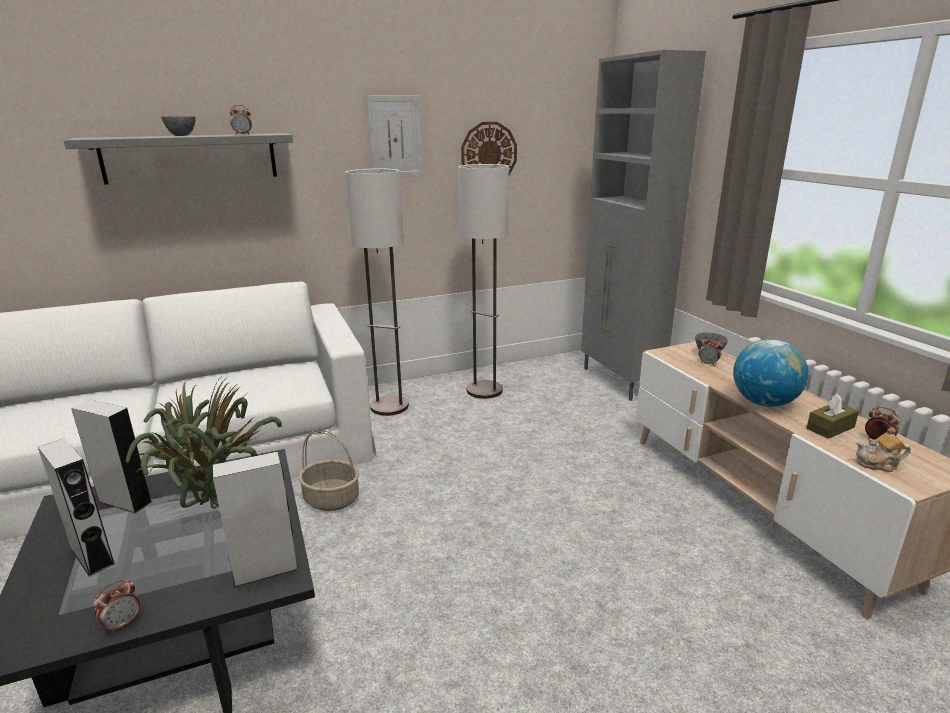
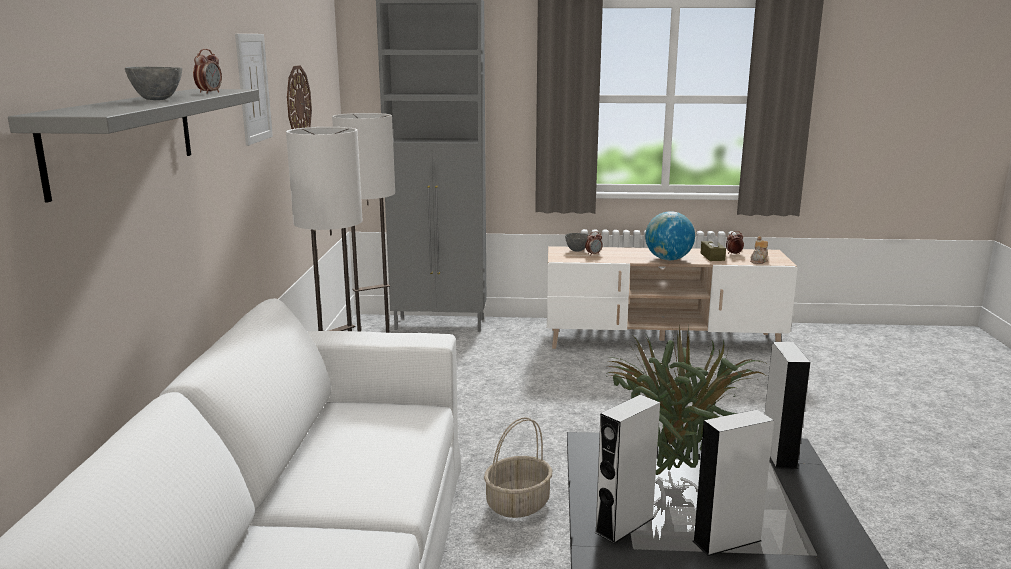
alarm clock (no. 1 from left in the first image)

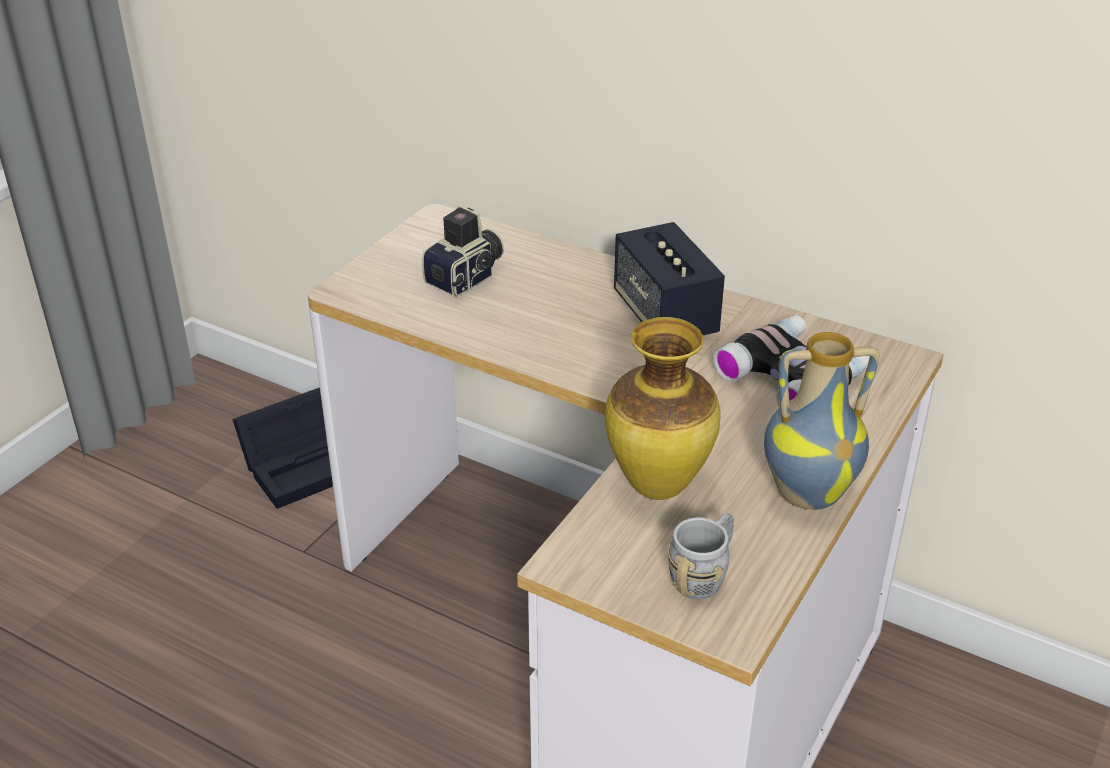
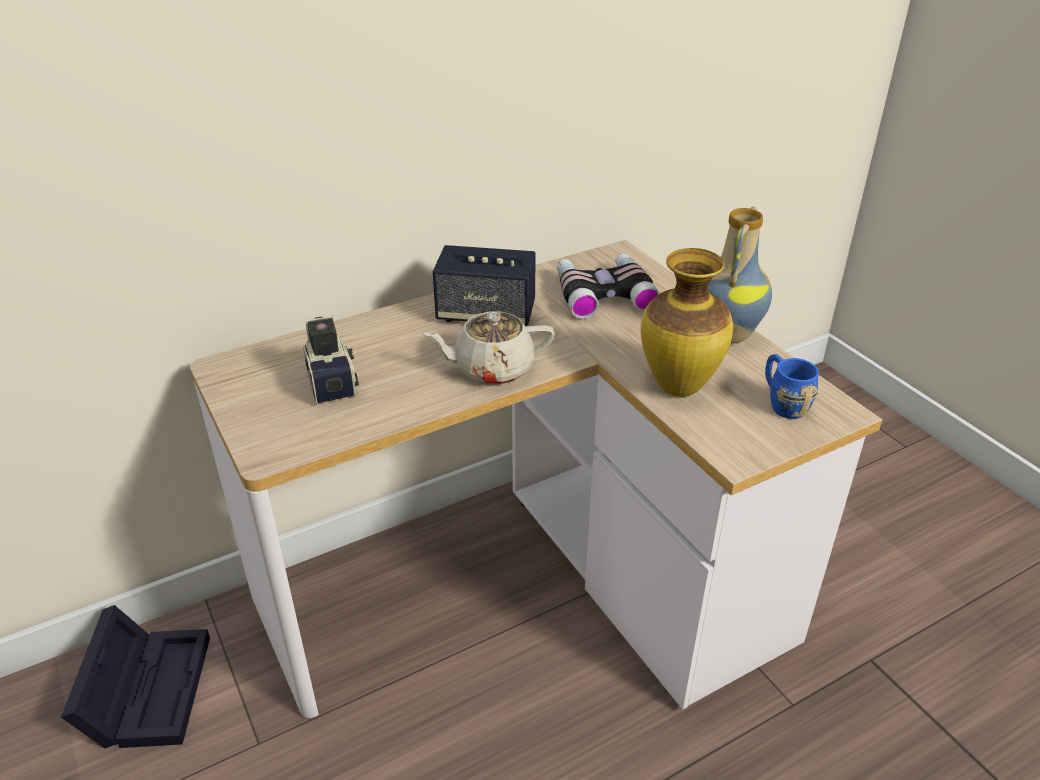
mug in blue
teapot in beige

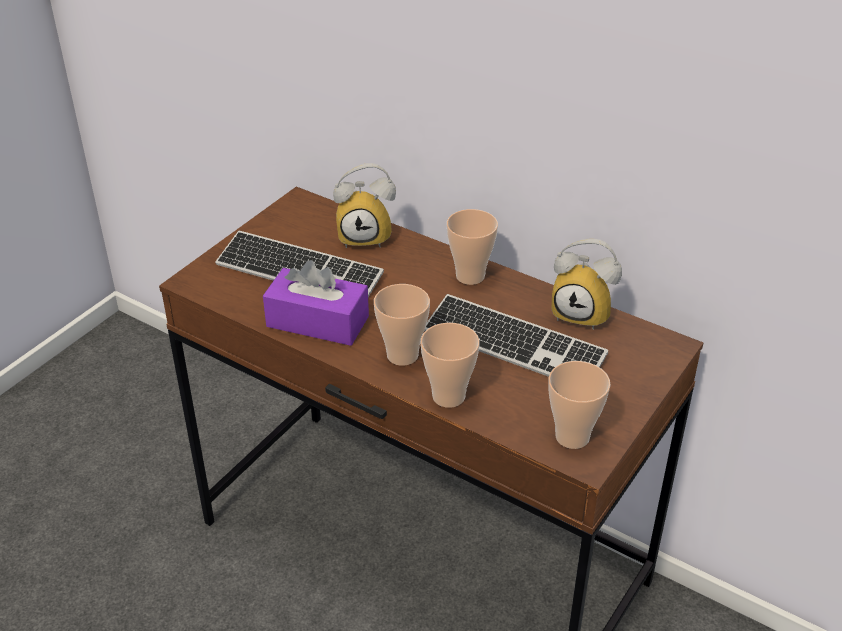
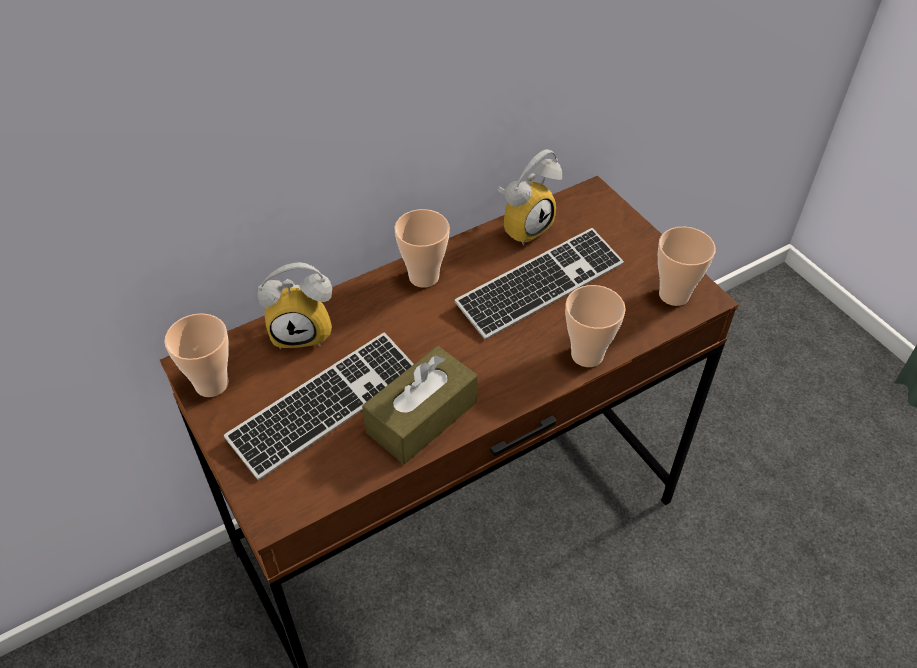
tissue box in brown
alarm clock (no. 1 from left)
cup (no. 1 from left)

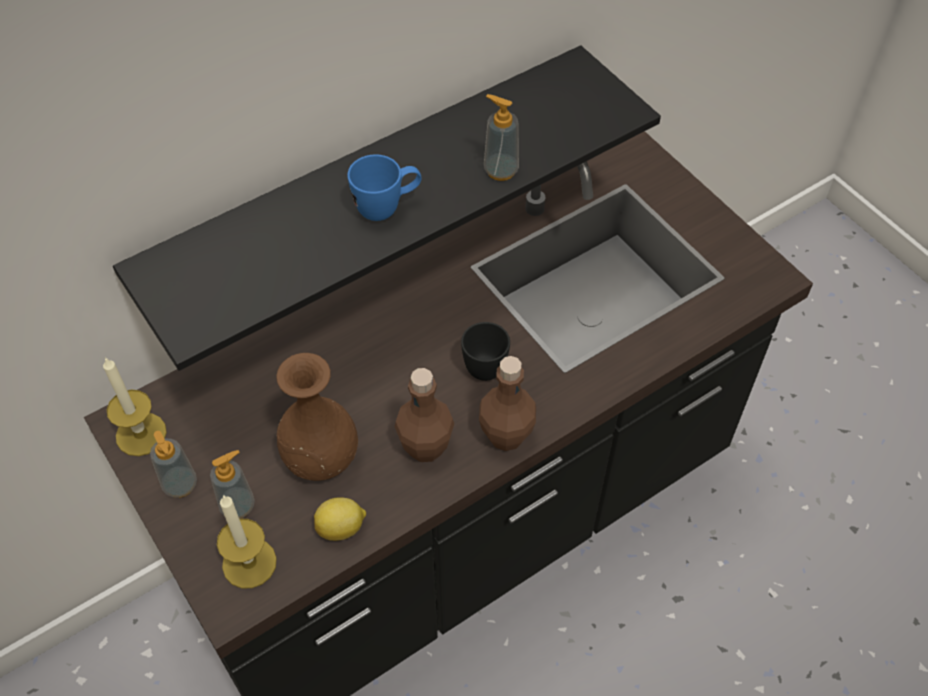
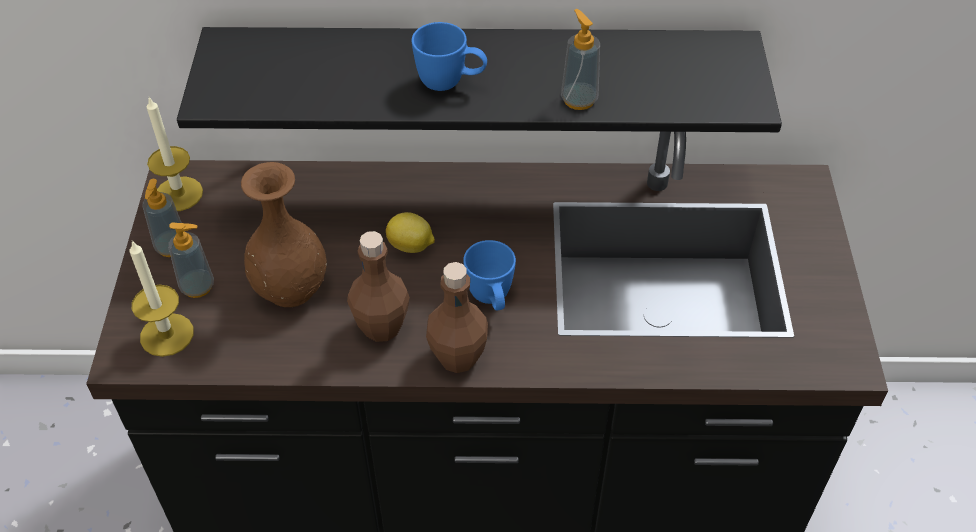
lemon
mug in blue (no. 2 from left)

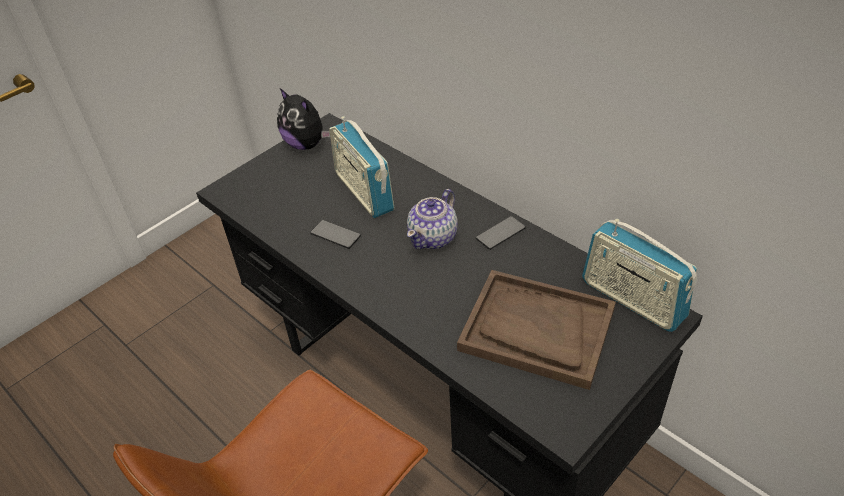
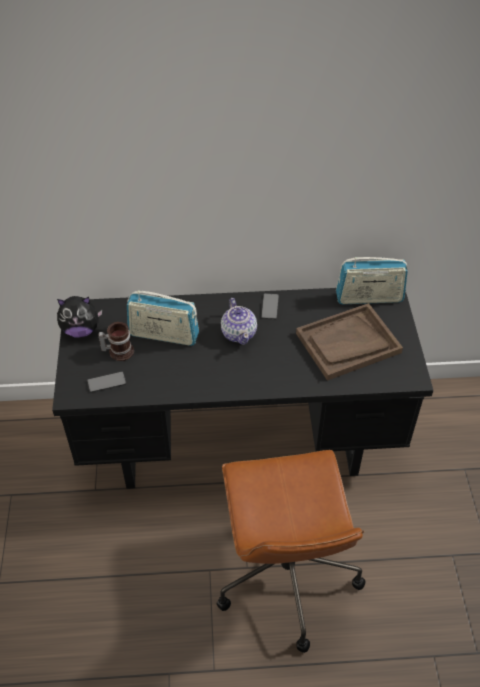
phone (no. 1 from left)
mug

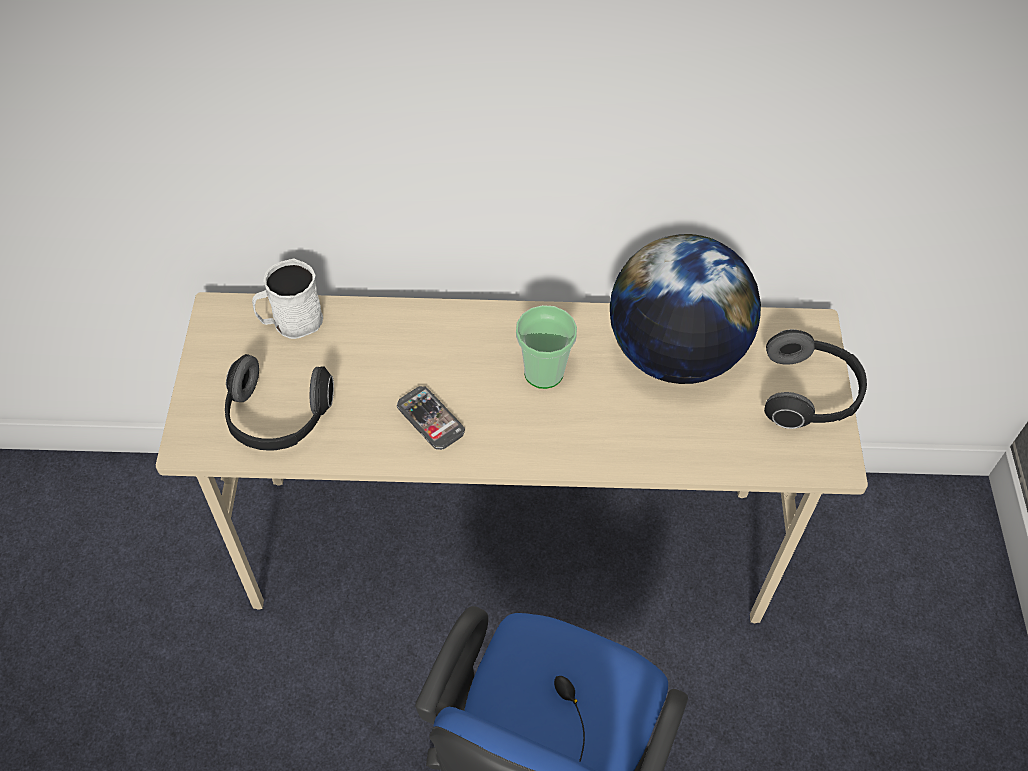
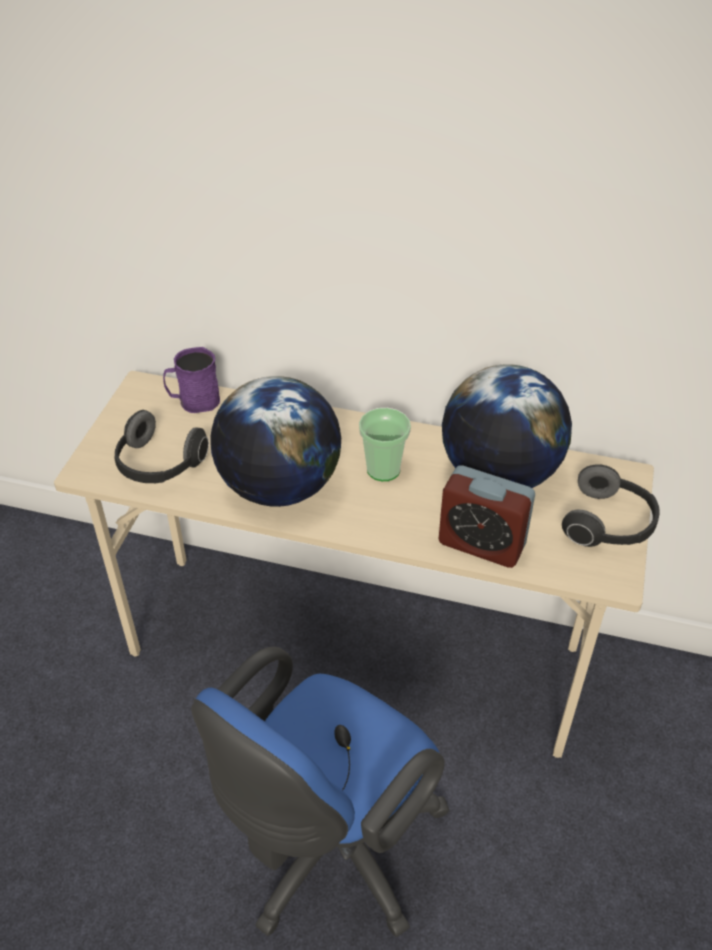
mug in purple
globe (no. 1 from left)
alarm clock

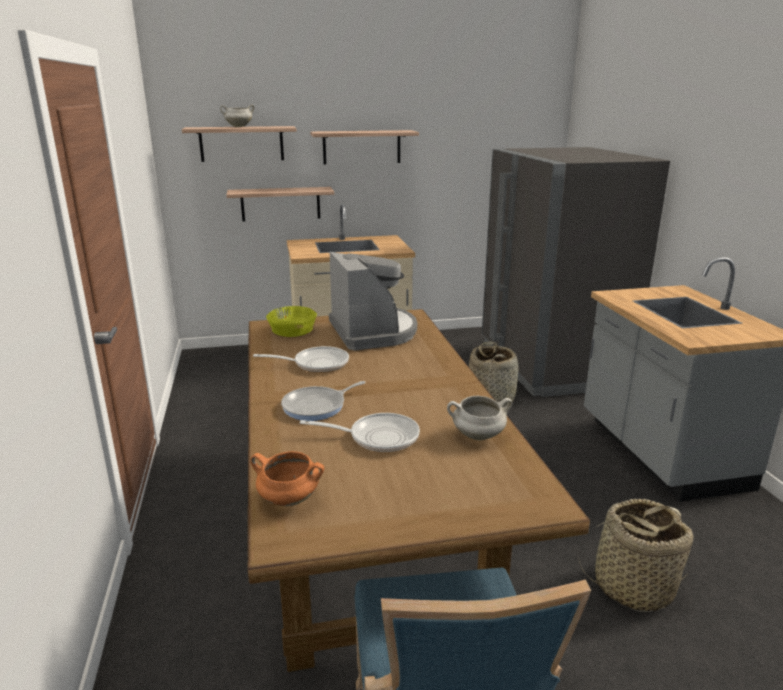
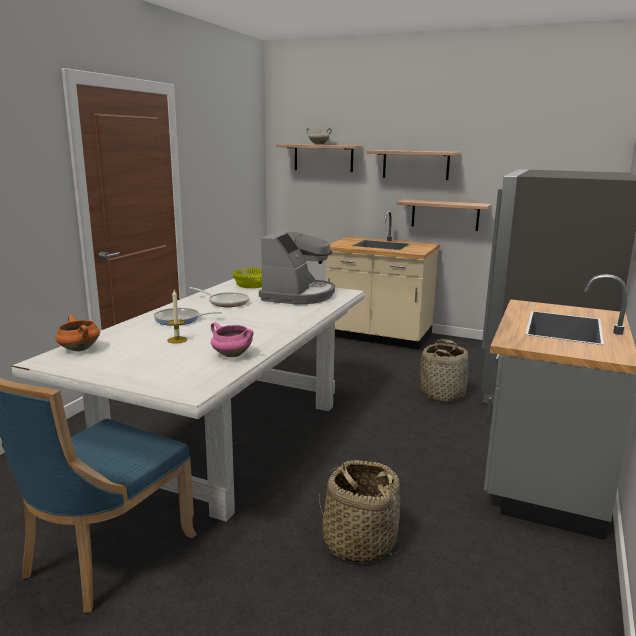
shelf (no. 3 from left)
dining table in white
candle
cooking pot in pink

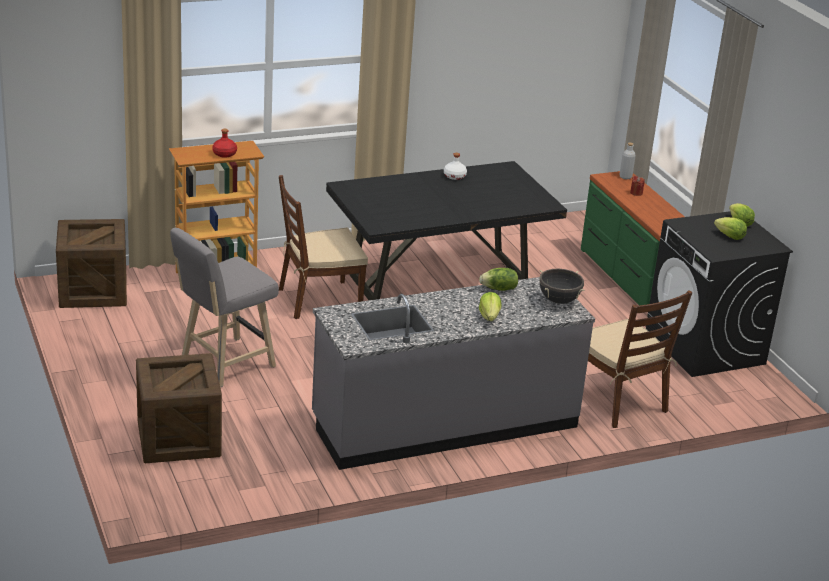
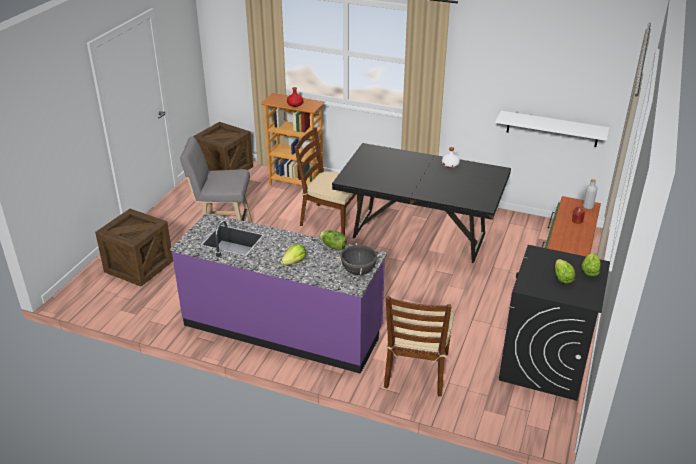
counter in purple
shelf in white

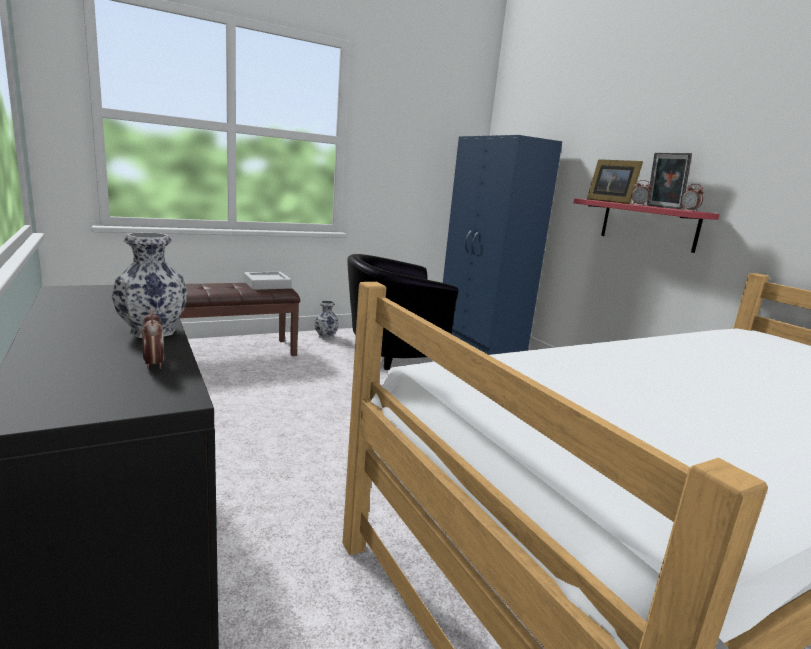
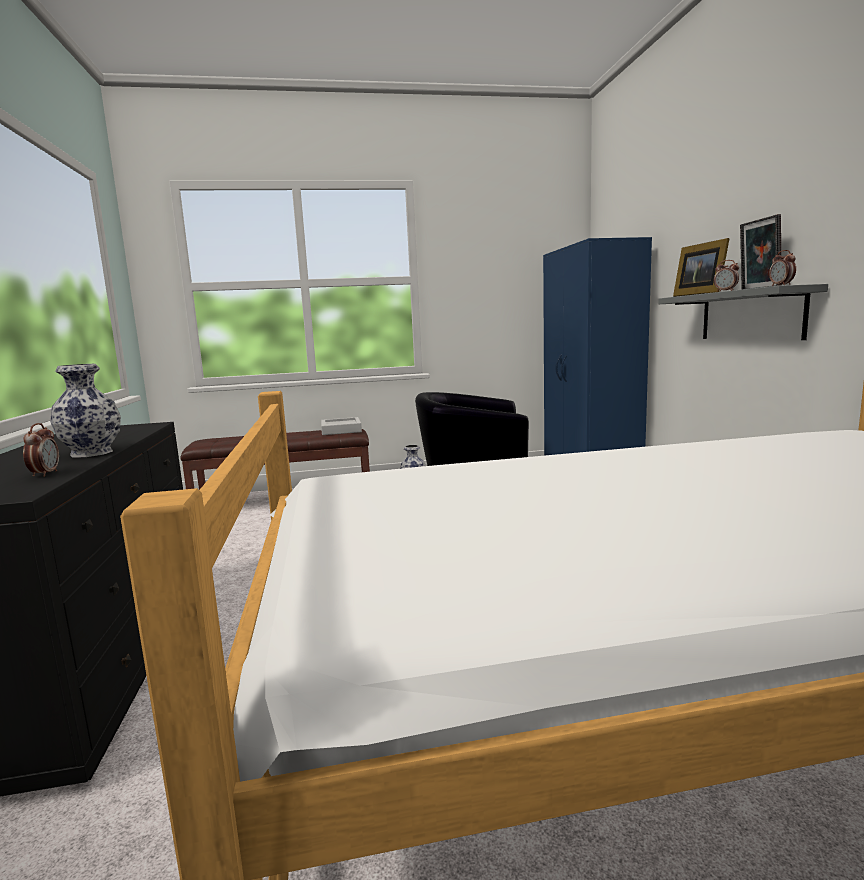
shelf in grey

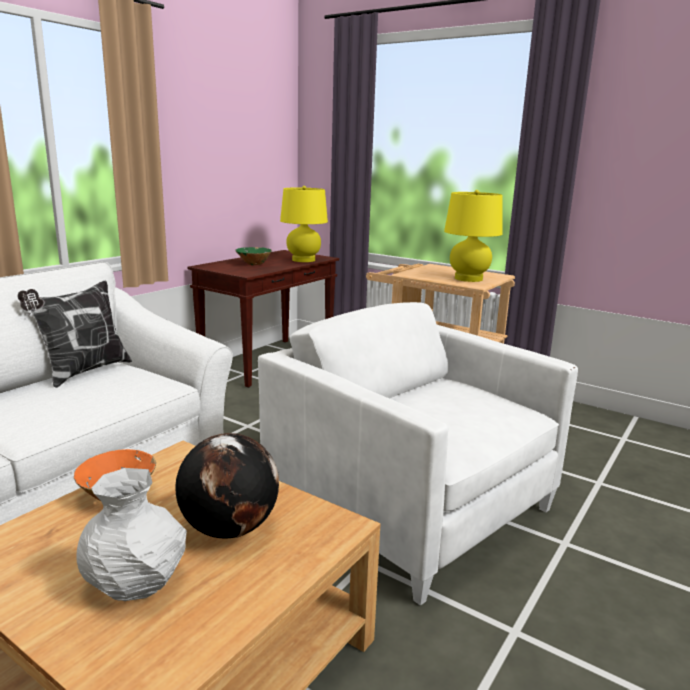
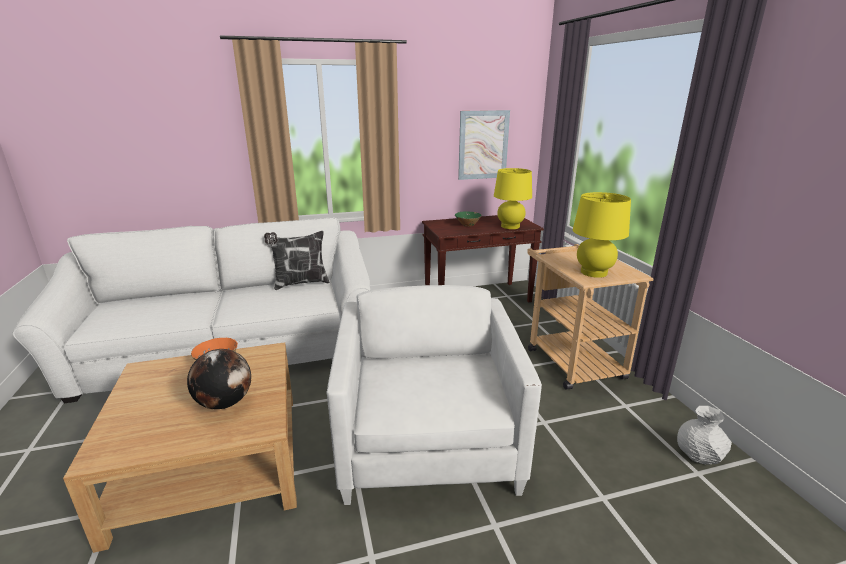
vase in white
picture

